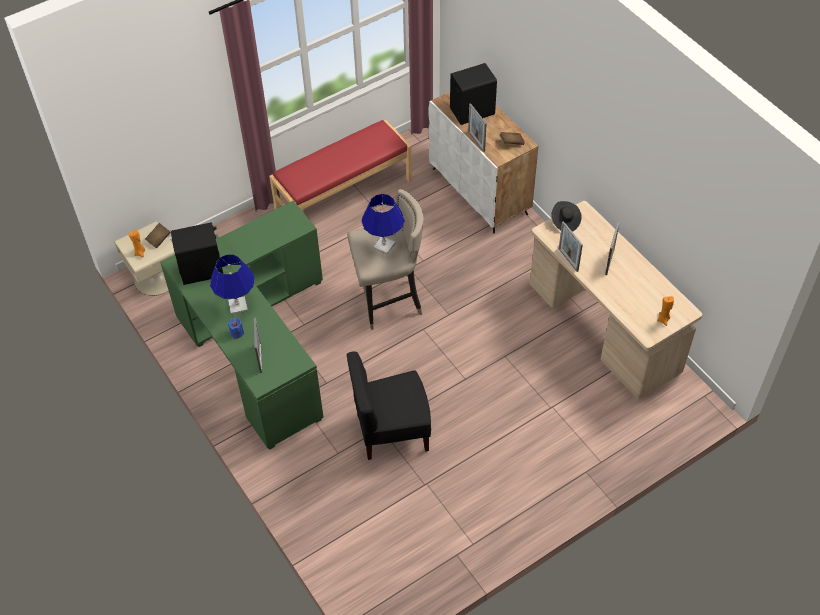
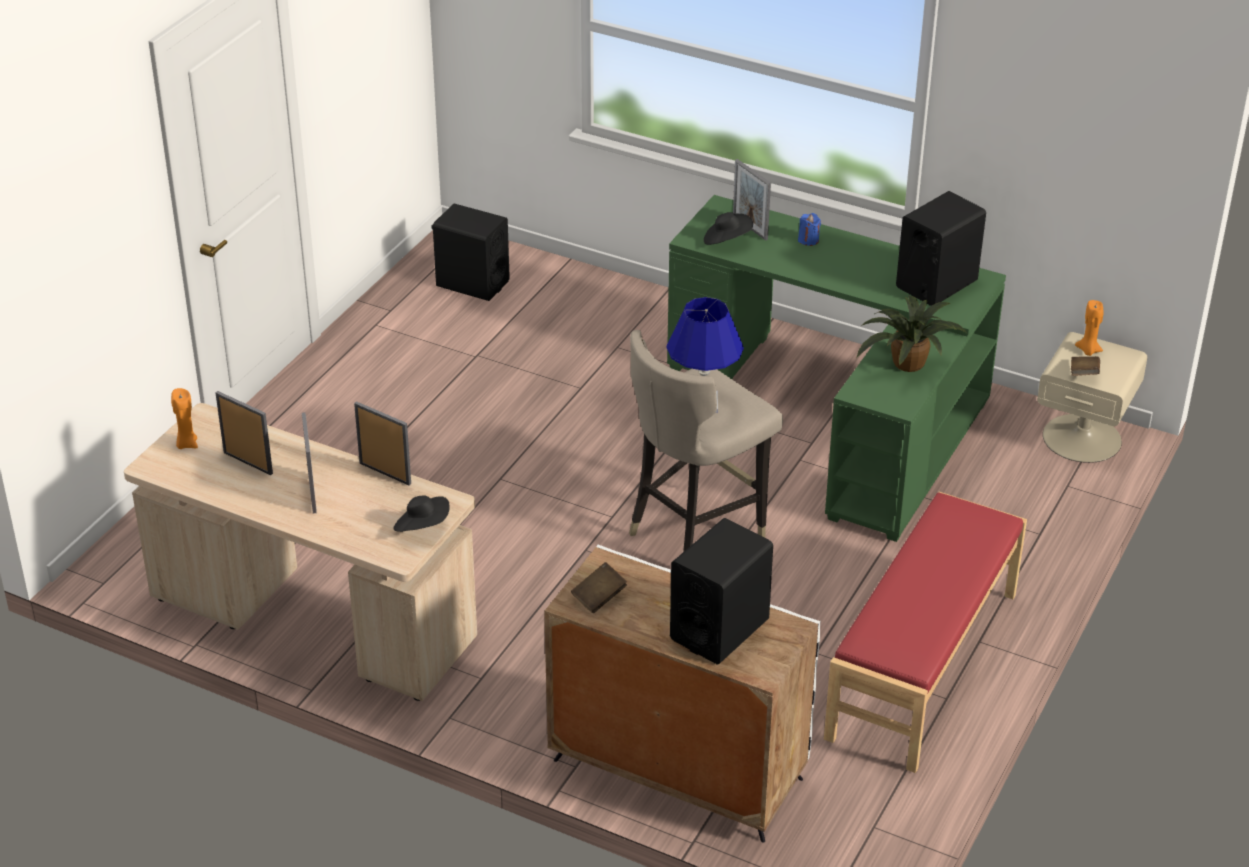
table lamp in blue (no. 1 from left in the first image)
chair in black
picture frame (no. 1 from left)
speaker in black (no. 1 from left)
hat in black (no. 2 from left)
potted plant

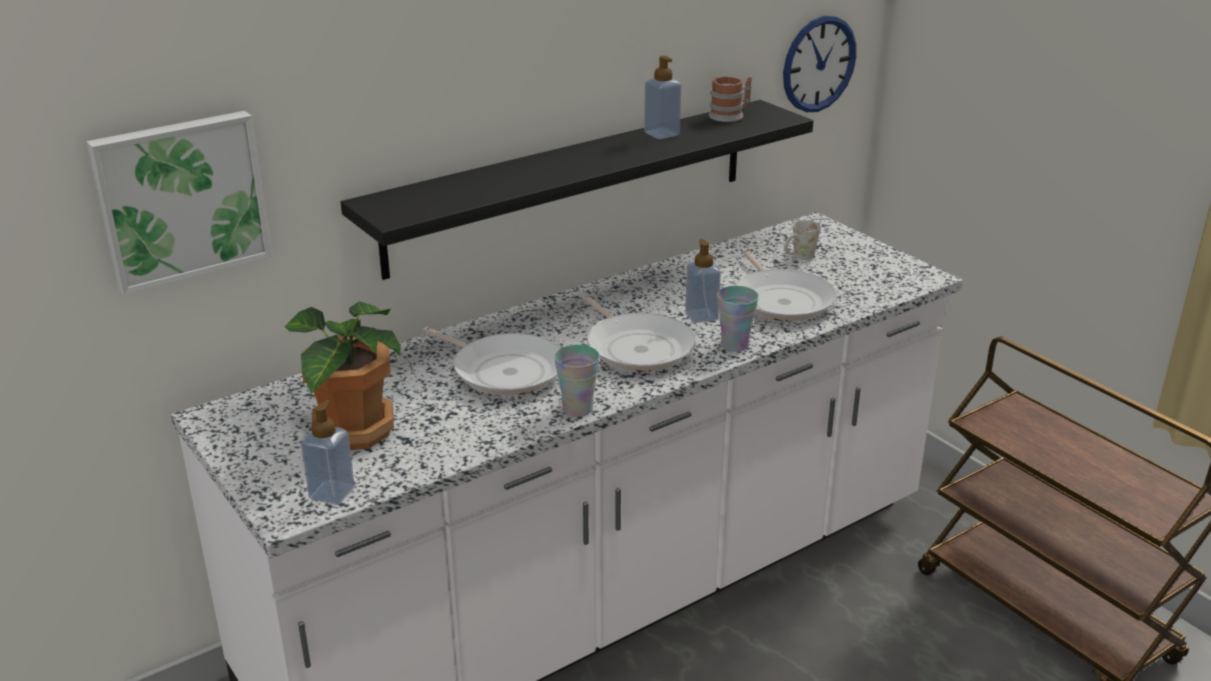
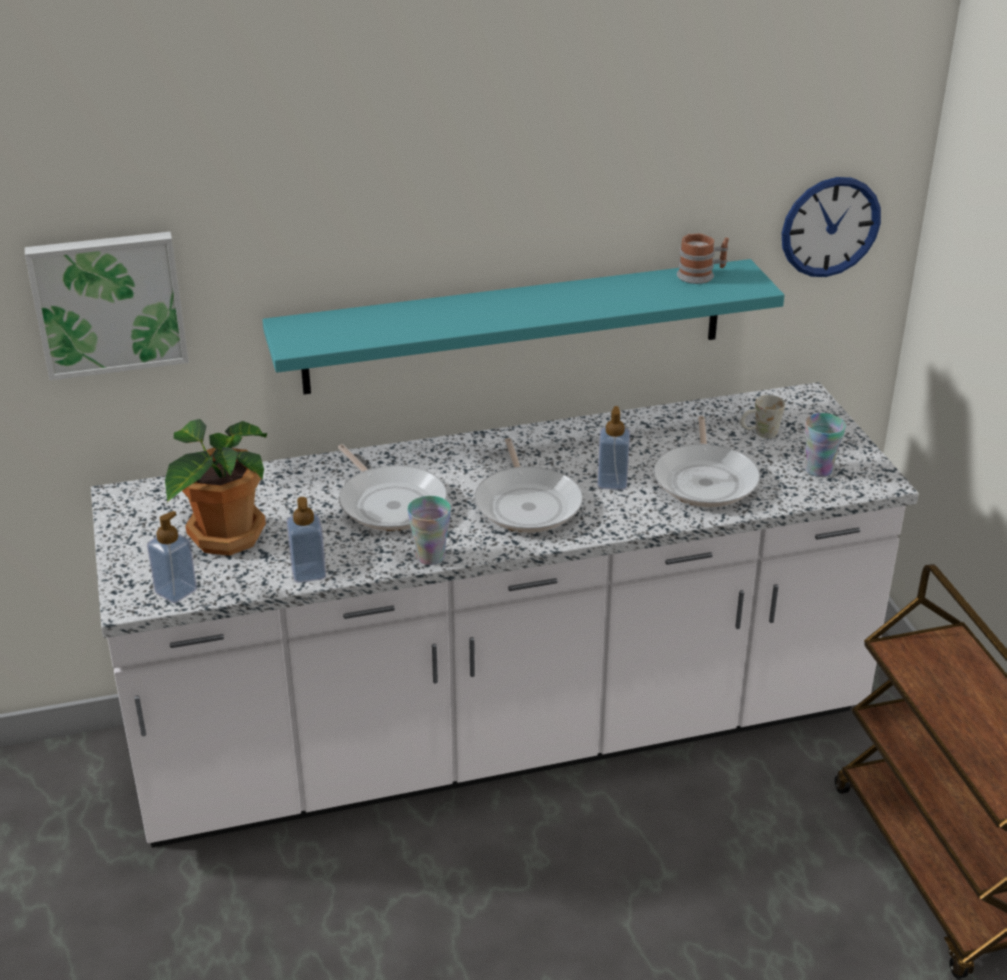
shelf in turquoise
soap dispenser (no. 2 from left)
cup (no. 2 from left)

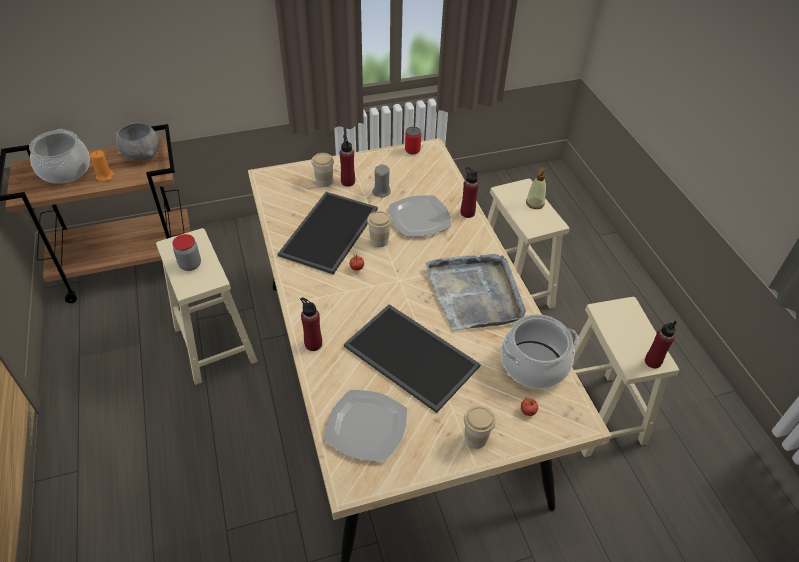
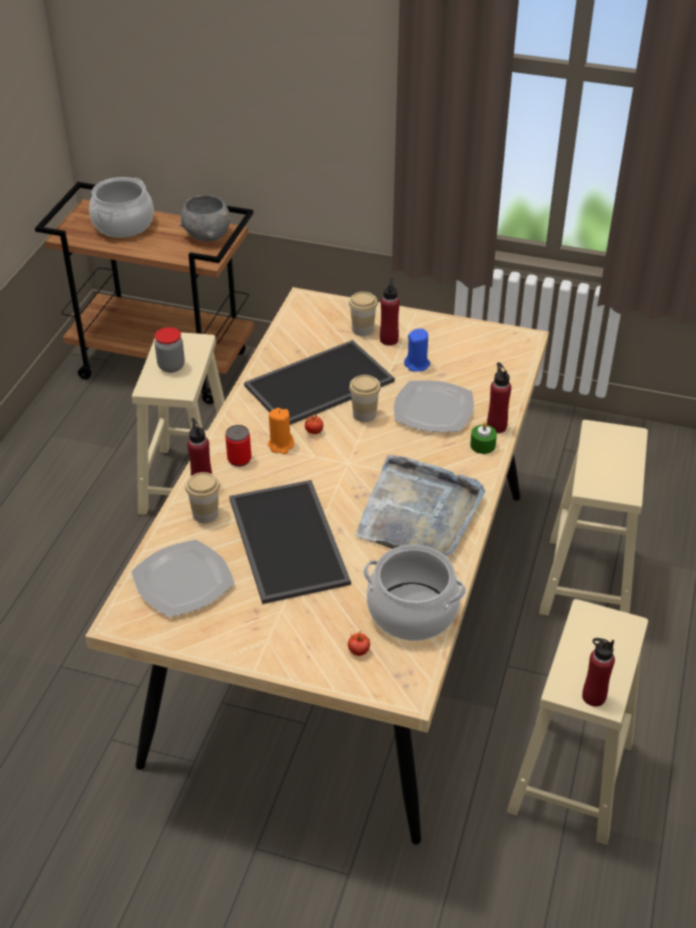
candle in orange
candle in blue
can
cup (no. 1 from left)
soap dispenser
candle in green

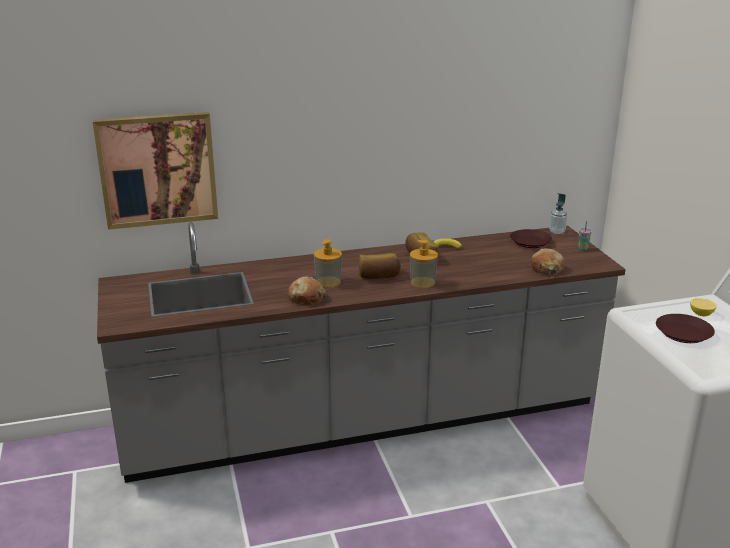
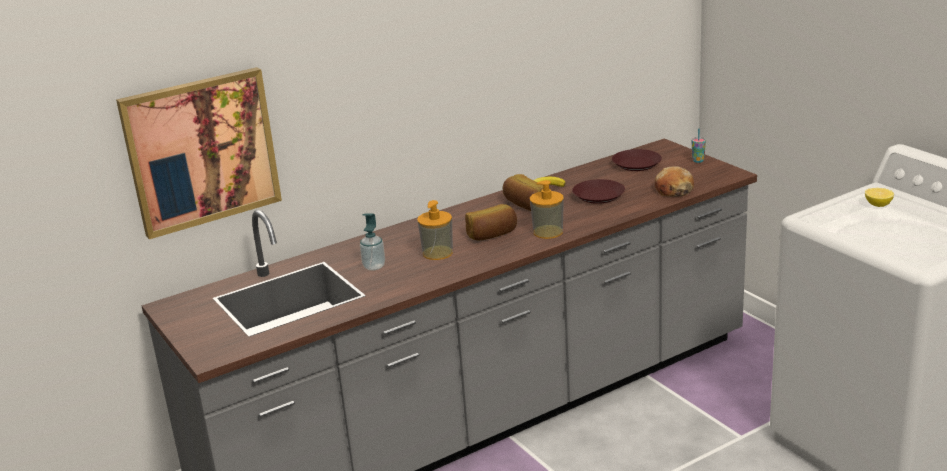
bread (no. 1 from left in the first image)
soap dispenser (no. 1 from left)
plate in brown (no. 1 from left)

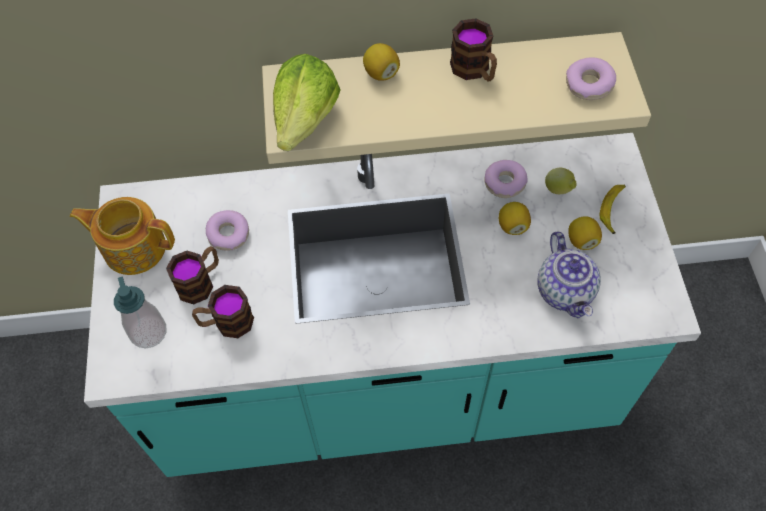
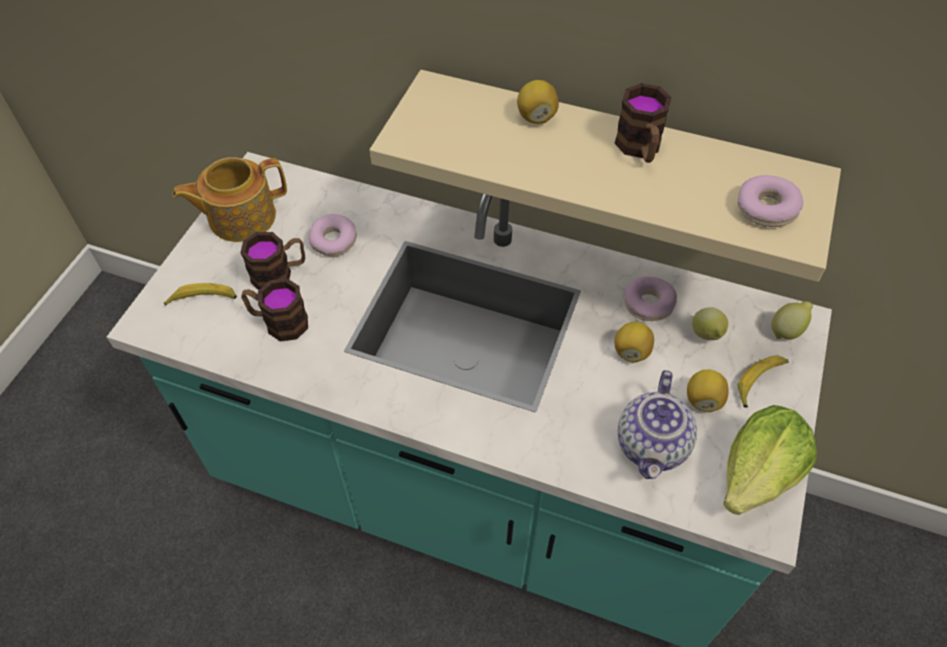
teapot (no. 1 from left)
banana (no. 1 from left)
lettuce
lemon (no. 5 from left)

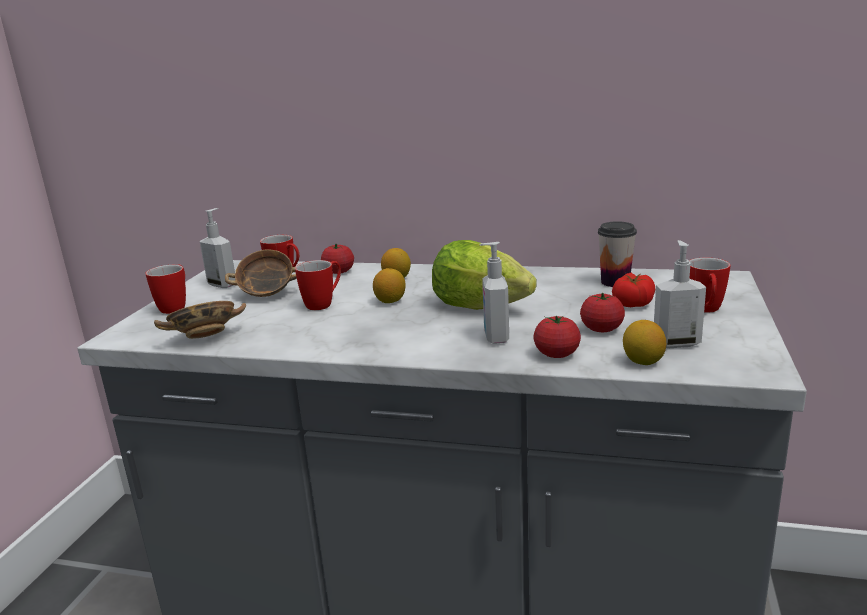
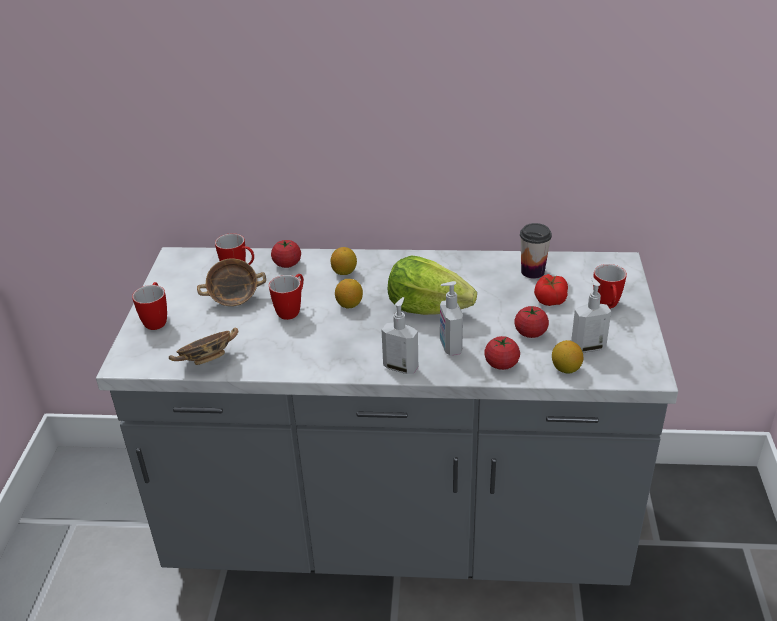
soap dispenser (no. 1 from left)

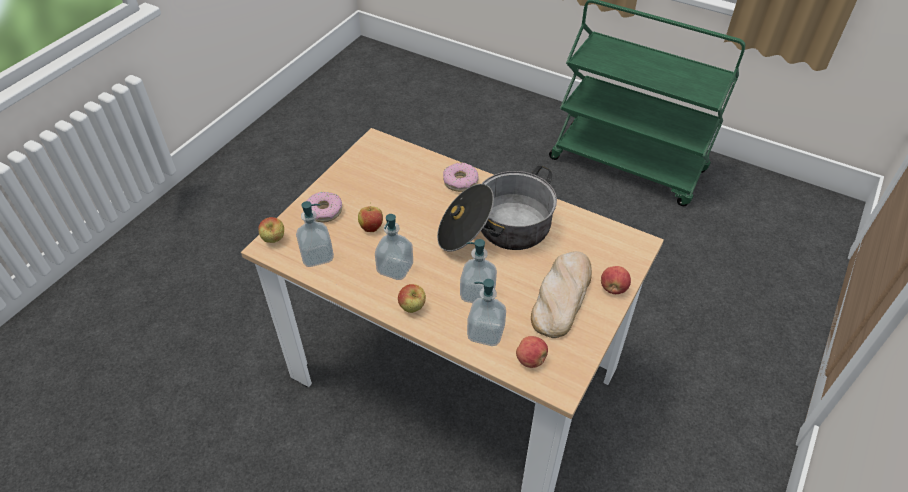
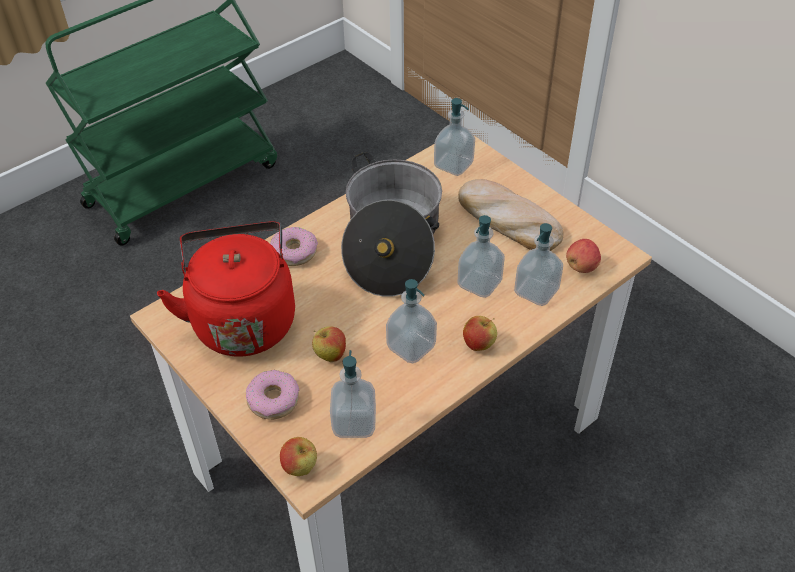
apple (no. 5 from left in the first image)
kettle in red
soap dispenser (no. 3 from left)

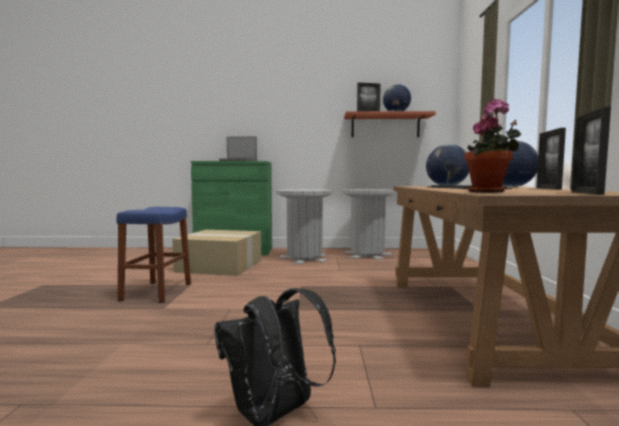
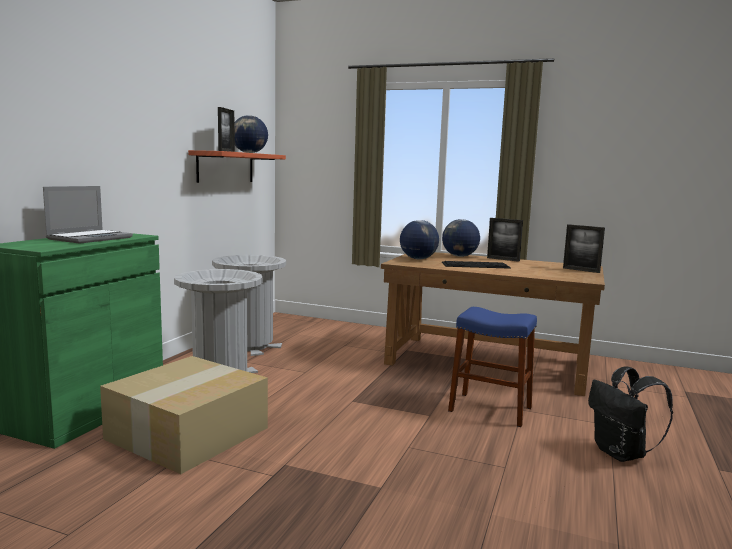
stool in blue
potted plant

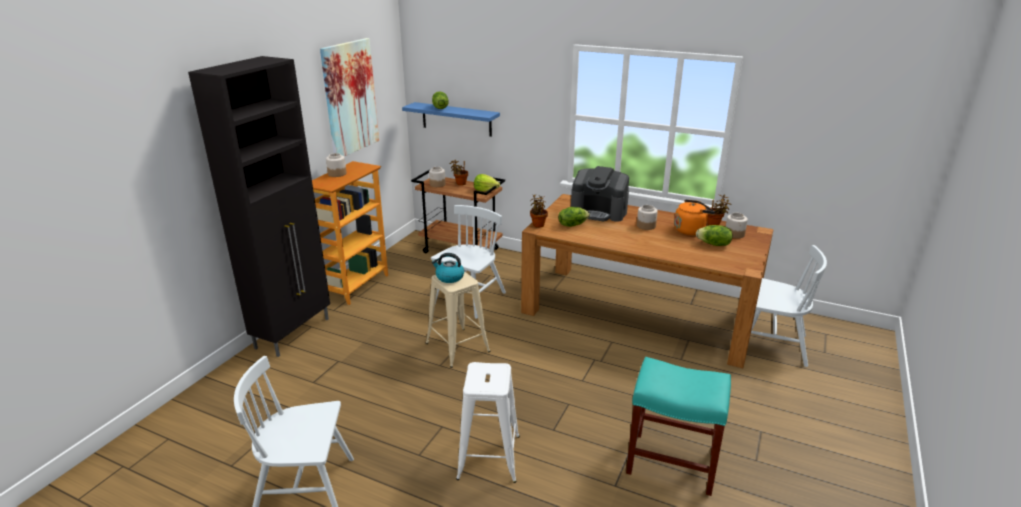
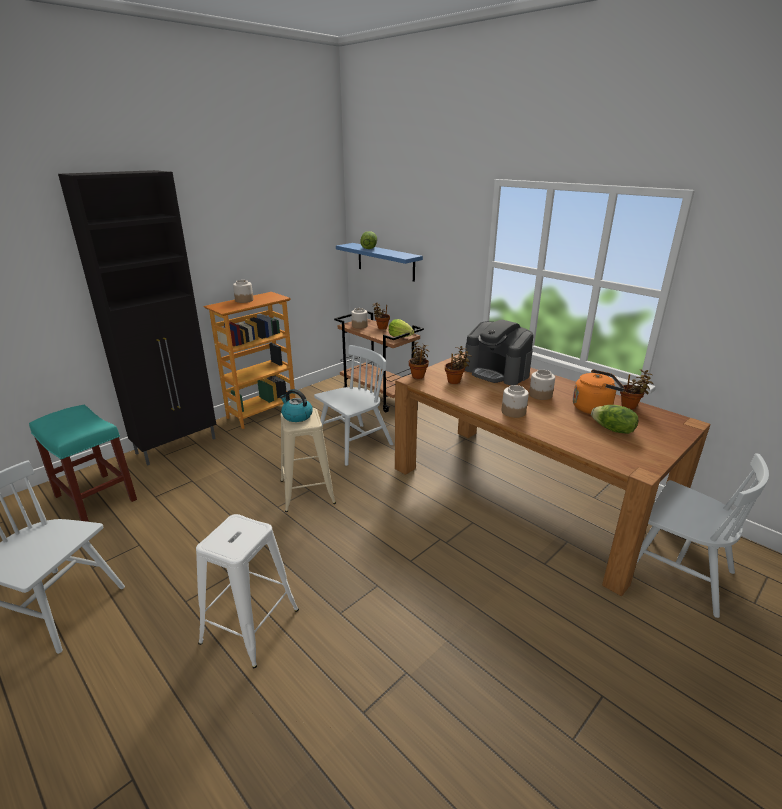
picture
potted plant (no. 3 from left)
stool in turquoise
jar (no. 3 from left)

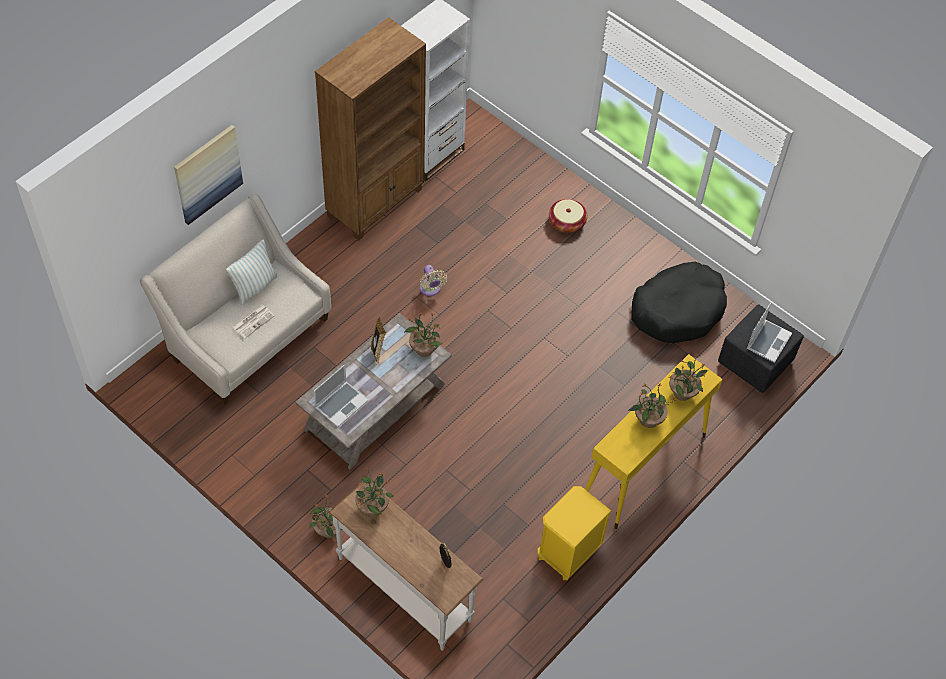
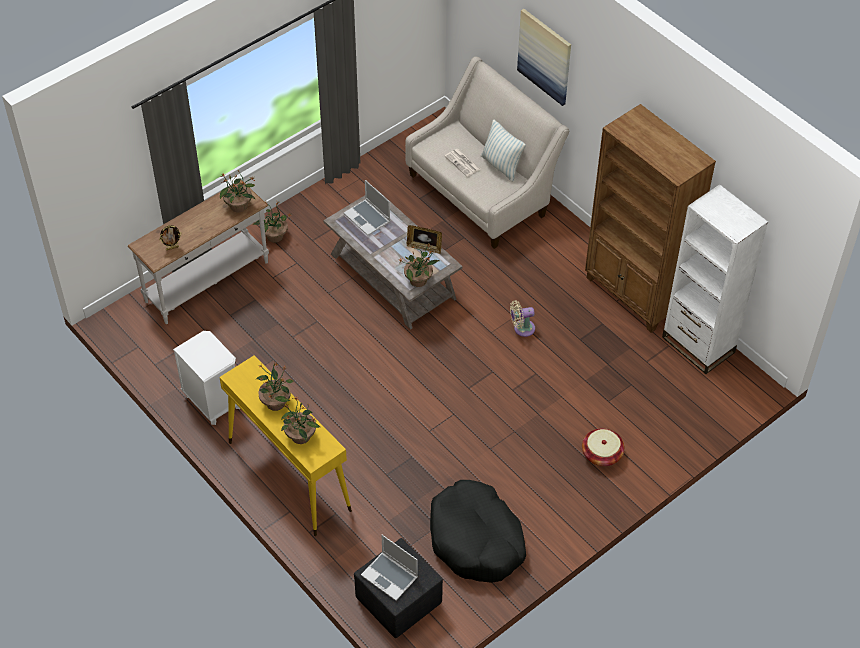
nightstand in white

